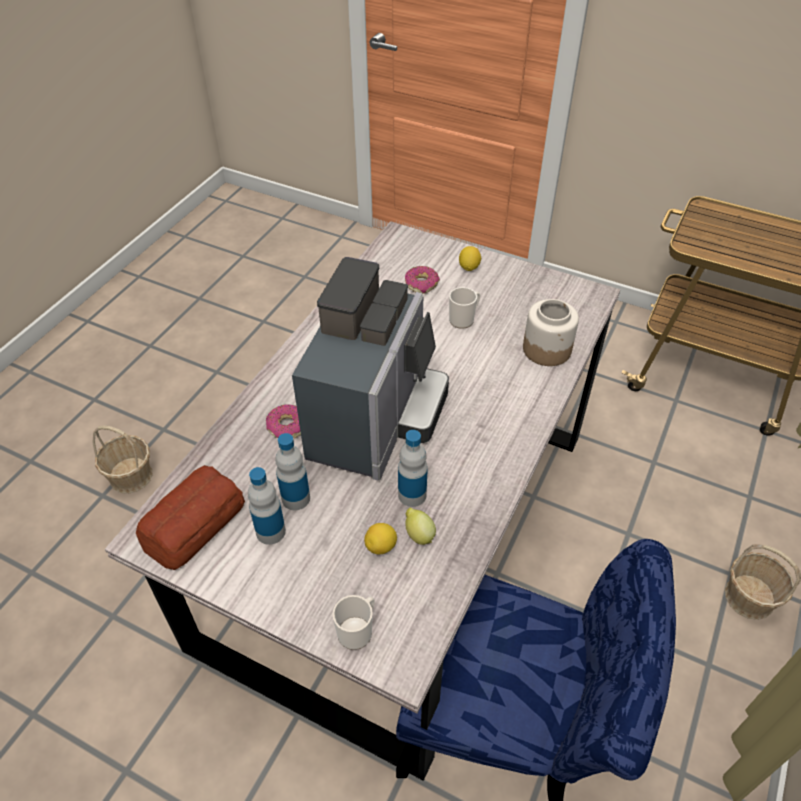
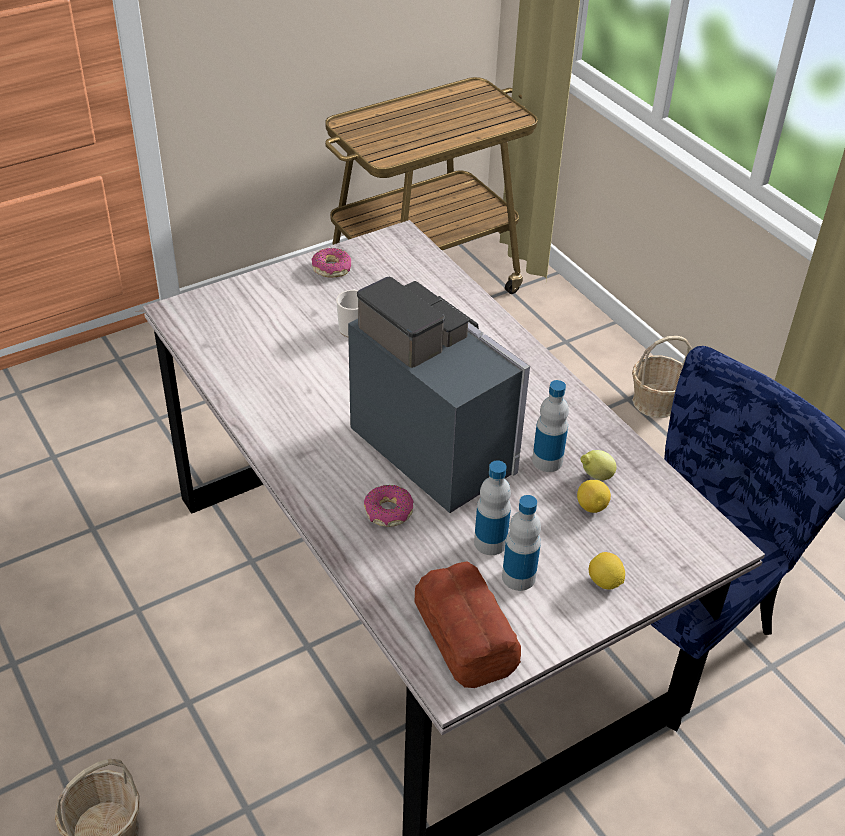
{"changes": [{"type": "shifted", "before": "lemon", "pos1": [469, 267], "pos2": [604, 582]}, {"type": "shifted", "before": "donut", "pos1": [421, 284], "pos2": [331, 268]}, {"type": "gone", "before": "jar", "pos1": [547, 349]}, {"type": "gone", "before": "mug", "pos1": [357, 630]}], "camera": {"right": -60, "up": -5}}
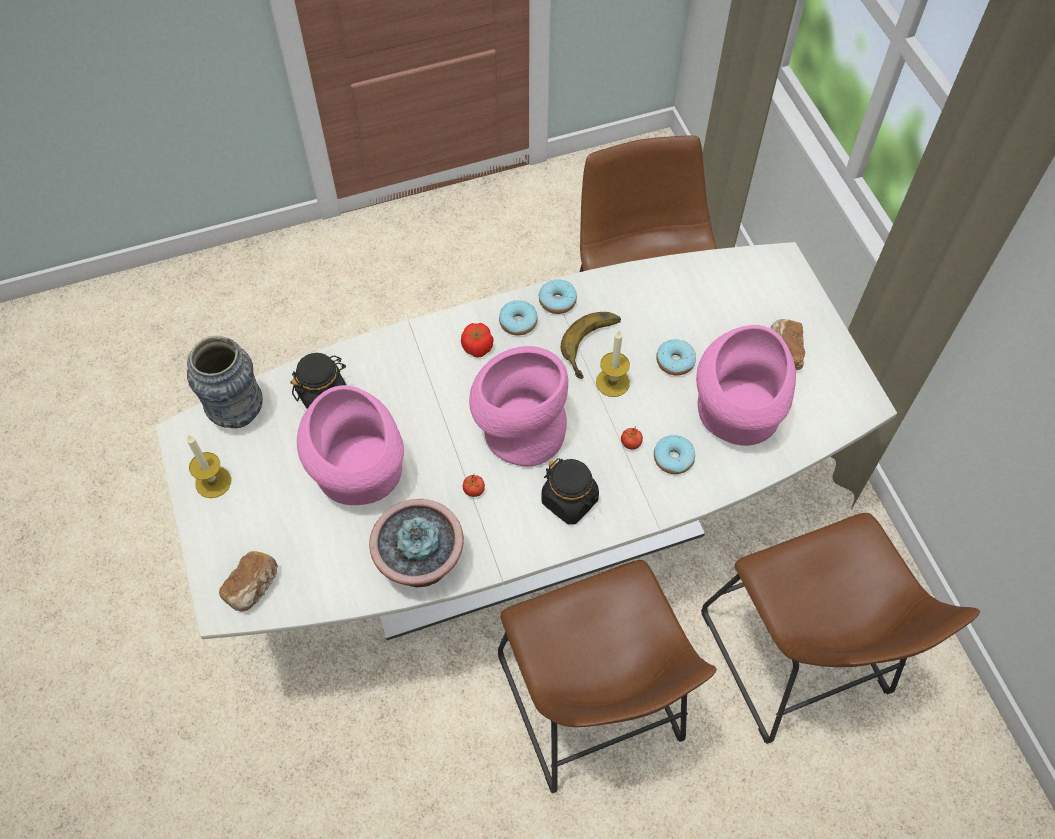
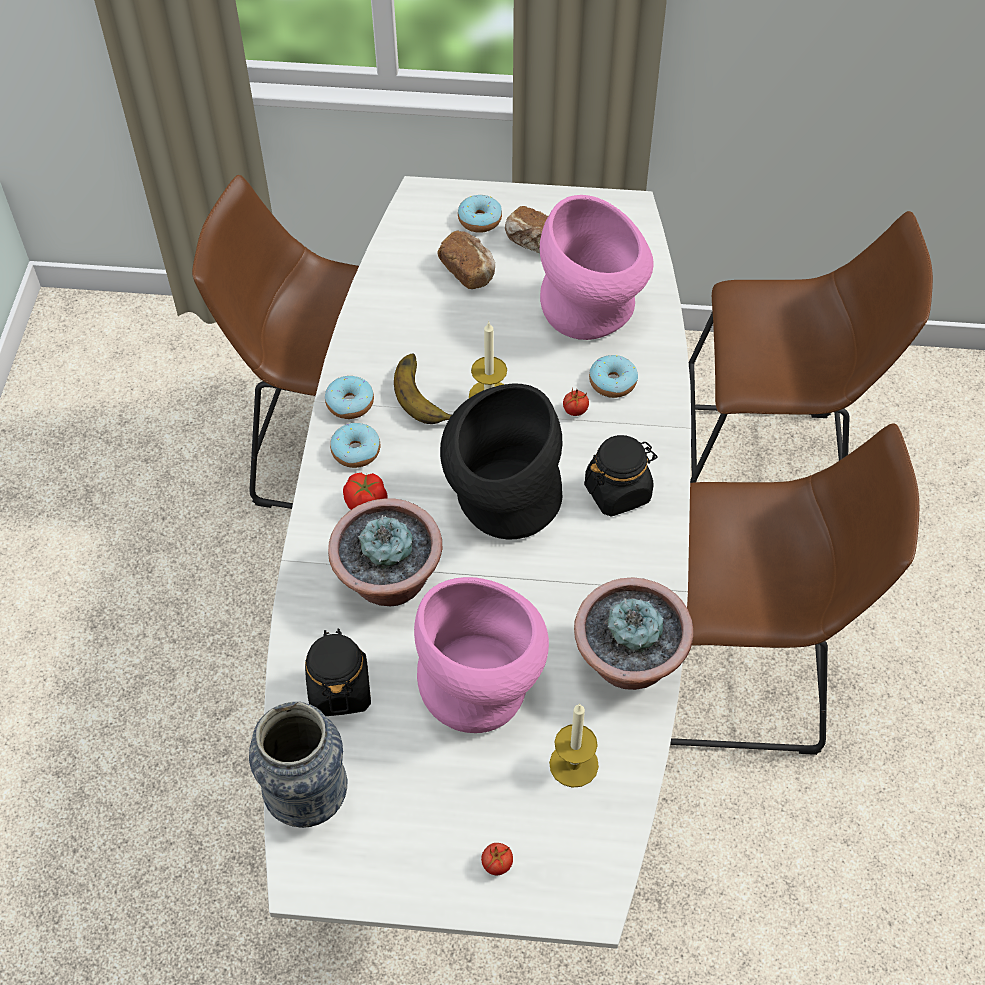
{"changes": [{"type": "shifted", "before": "donut", "pos1": [675, 361], "pos2": [480, 220]}, {"type": "repainted", "before": "pink vase", "after": "black vase", "pos1": [518, 429], "pos2": [502, 504]}, {"type": "shifted", "before": "candle", "pos1": [213, 482], "pos2": [573, 764]}, {"type": "shifted", "before": "tomato", "pos1": [474, 490], "pos2": [497, 864]}, {"type": "shifted", "before": "bread", "pos1": [254, 587], "pos2": [468, 270]}, {"type": "new", "after": "potted plant", "pos2": [389, 582]}], "camera": {"right": -65, "up": -5}}
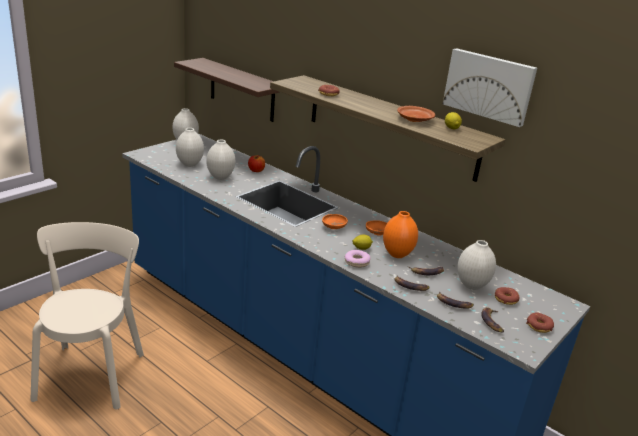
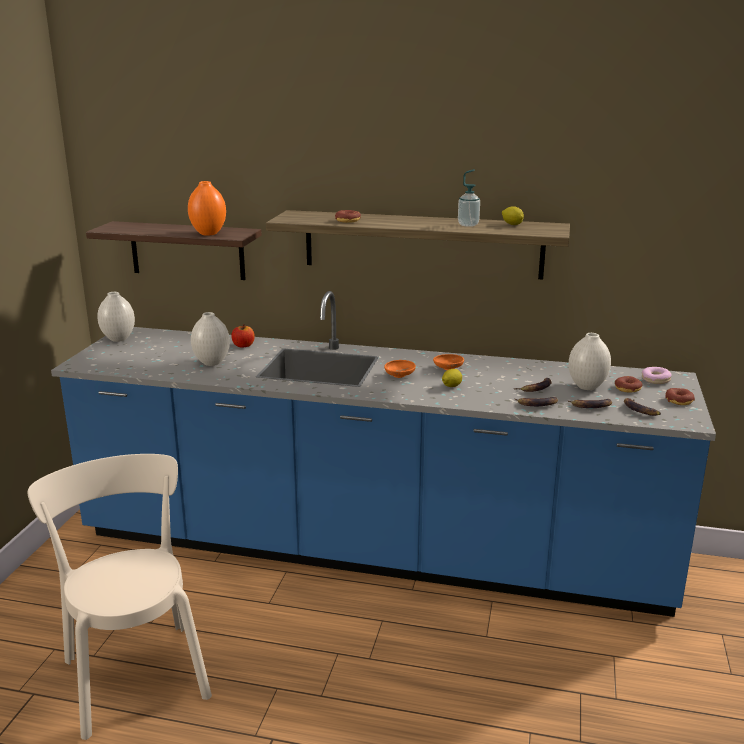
{"changes": [{"type": "gone", "before": "picture", "pos1": [489, 86]}, {"type": "swapped", "before": "brown plate", "after": "soap dispenser", "pos1": [414, 119], "pos2": [468, 225]}, {"type": "gone", "before": "white vase", "pos1": [190, 164]}, {"type": "shifted", "before": "orange vase", "pos1": [397, 254], "pos2": [208, 233]}, {"type": "shifted", "before": "donut", "pos1": [356, 262], "pos2": [655, 380]}], "camera": {"right": -25, "up": -5}}
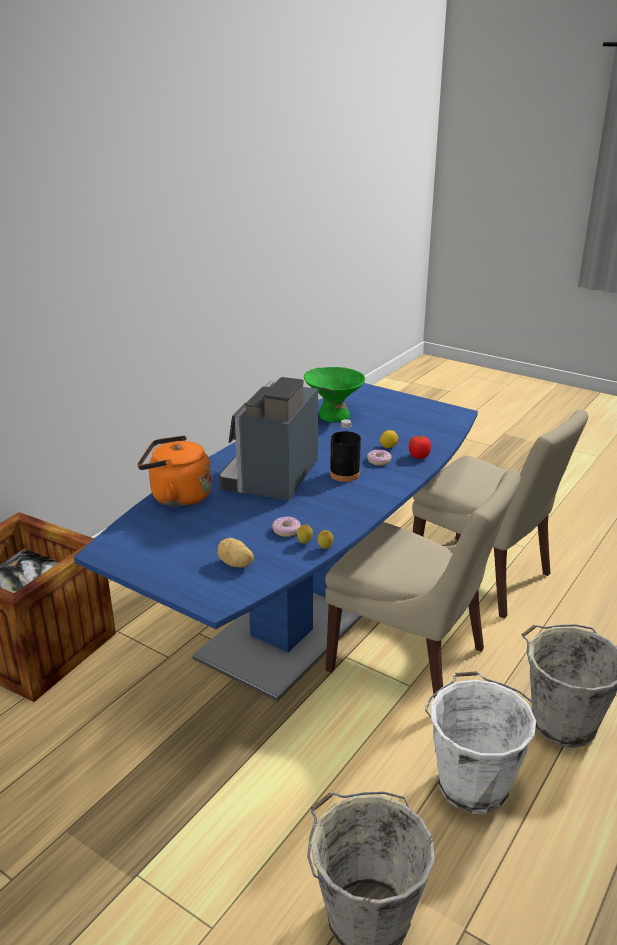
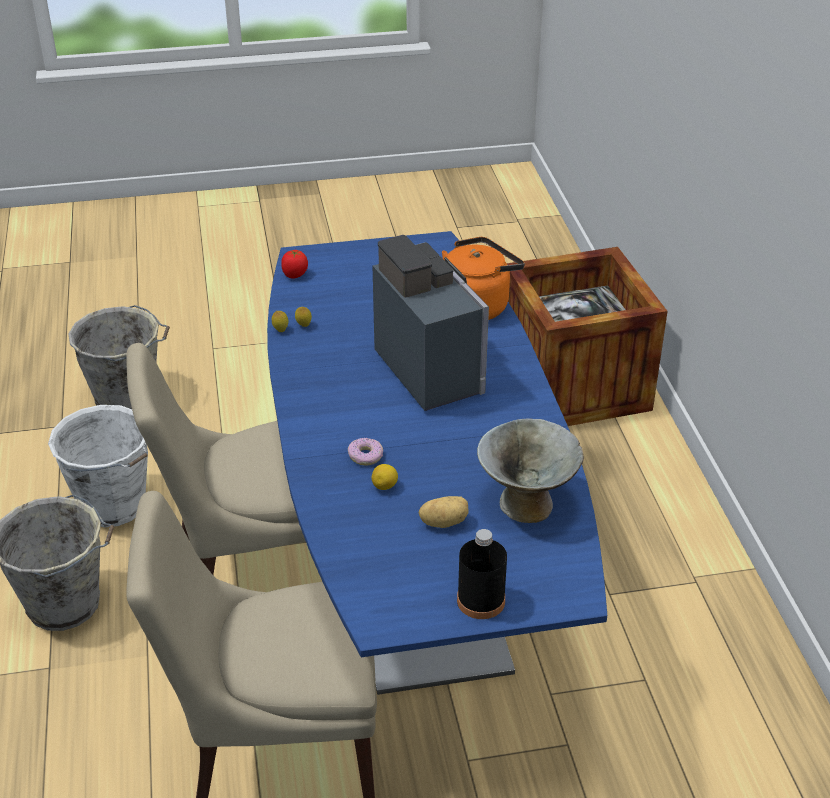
{"changes": [{"type": "repainted", "before": "green bowl", "after": "grey bowl", "pos1": [334, 415], "pos2": [526, 504]}, {"type": "shifted", "before": "black bottle", "pos1": [344, 474], "pos2": [481, 601]}, {"type": "shifted", "before": "tomato", "pos1": [419, 456], "pos2": [294, 275]}, {"type": "gone", "before": "donut", "pos1": [286, 530]}, {"type": "shifted", "before": "potato", "pos1": [235, 564], "pos2": [444, 522]}], "camera": {"right": 135, "up": 10}}
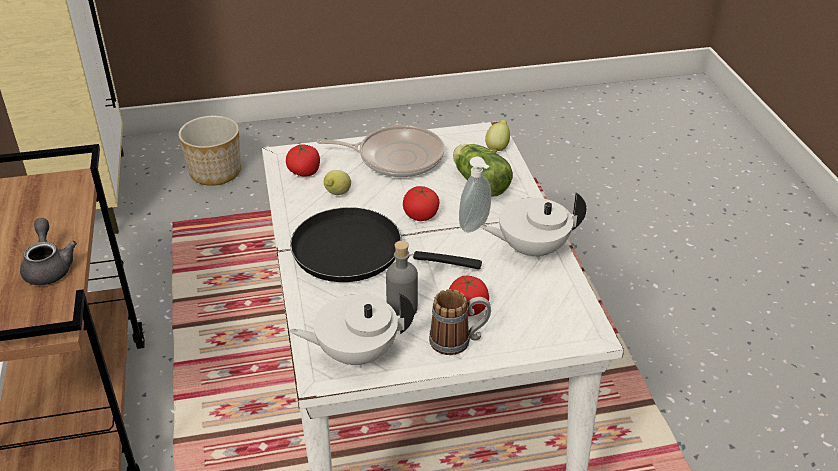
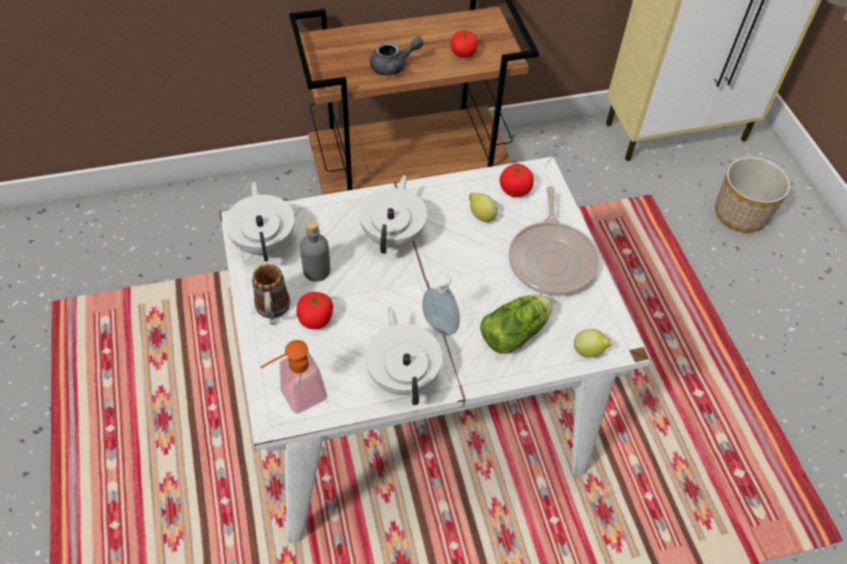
{"changes": [{"type": "shifted", "before": "tomato", "pos1": [420, 215], "pos2": [463, 53]}, {"type": "swapped", "before": "black frying pan", "after": "white teapot", "pos1": [356, 252], "pos2": [394, 235]}, {"type": "new", "after": "soap dispenser", "pos2": [296, 398]}], "camera": {"right": 85, "up": 15}}
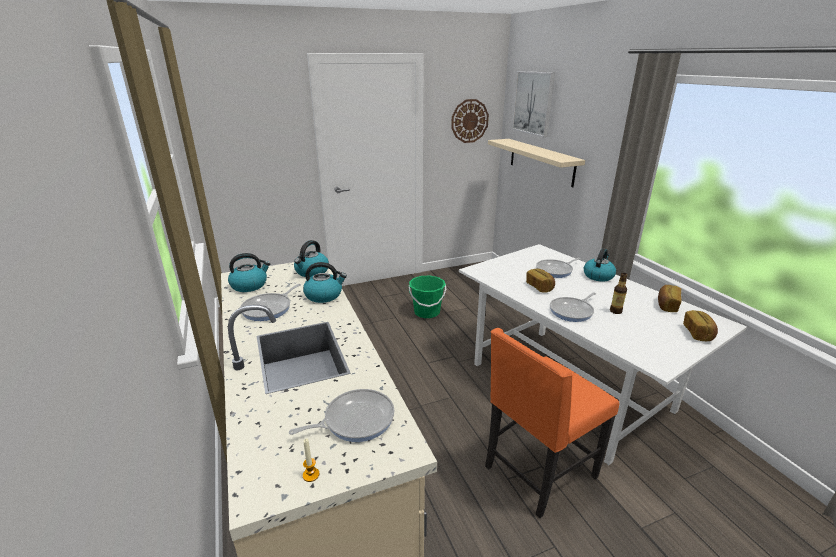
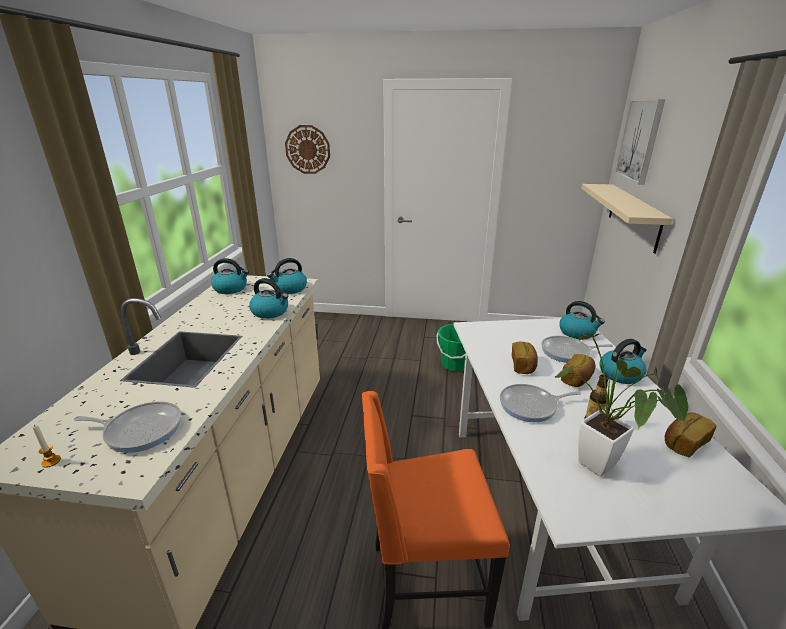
{"changes": [{"type": "shifted", "before": "wall clock", "pos1": [469, 121], "pos2": [307, 149]}, {"type": "gone", "before": "frying pan", "pos1": [269, 308]}, {"type": "shifted", "before": "bread", "pos1": [698, 333], "pos2": [577, 379]}, {"type": "new", "after": "kettle", "pos2": [577, 333]}, {"type": "new", "after": "potted plant", "pos2": [603, 470]}], "camera": {"right": 30, "up": 0}}
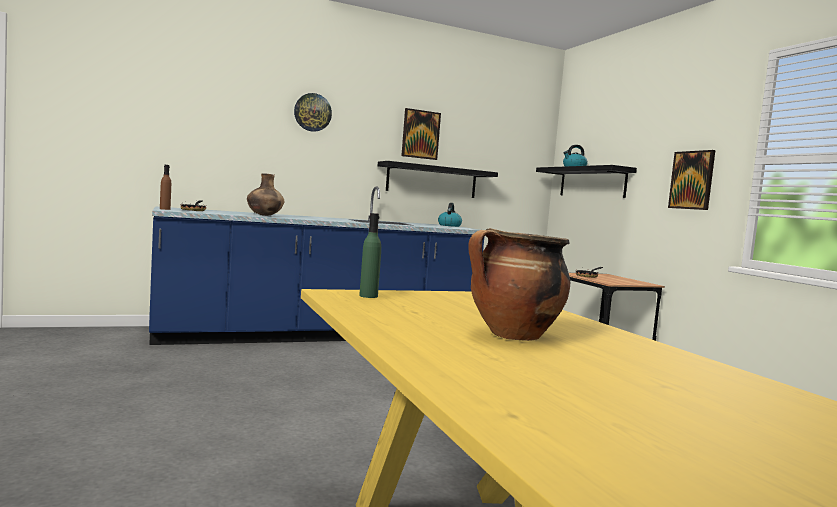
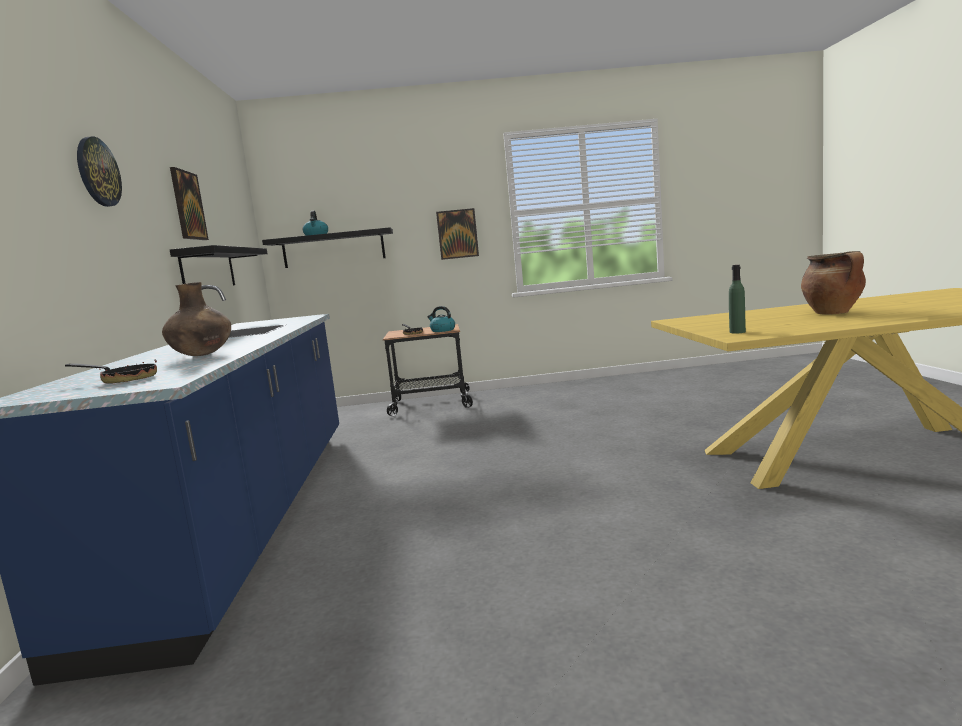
{"changes": [{"type": "gone", "before": "brown bottle", "pos1": [165, 209]}, {"type": "shifted", "before": "kettle", "pos1": [449, 225], "pos2": [442, 330]}], "camera": {"right": -70, "up": 5}}
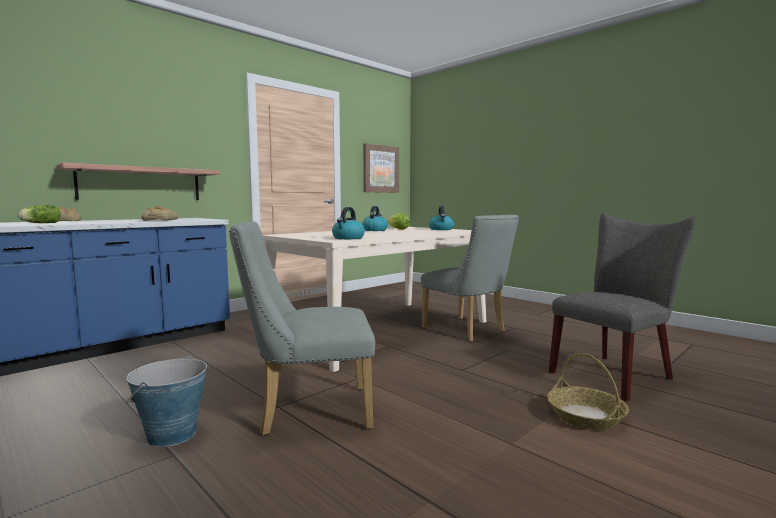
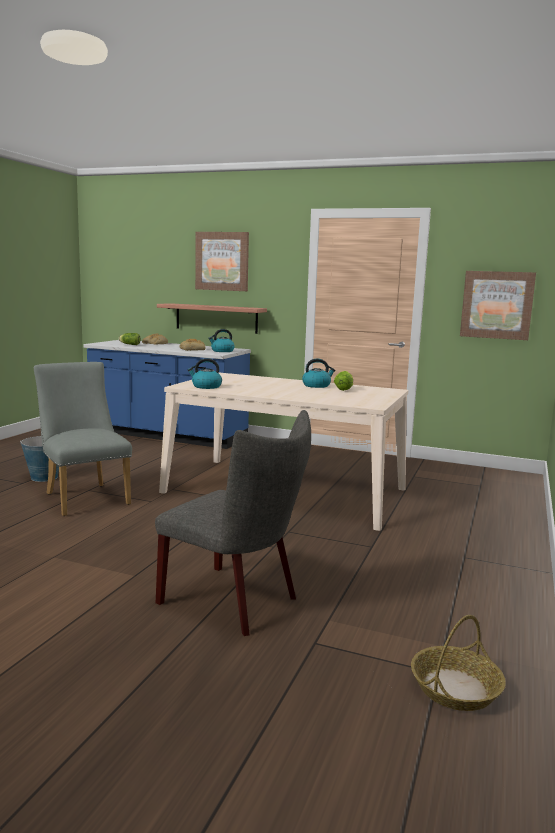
{"changes": [{"type": "shifted", "before": "kettle", "pos1": [441, 229], "pos2": [222, 351]}, {"type": "gone", "before": "grey chair", "pos1": [468, 331]}, {"type": "shifted", "before": "basket", "pos1": [586, 416], "pos2": [455, 689]}, {"type": "new", "after": "picture", "pos2": [222, 261]}], "camera": {"right": 65, "up": 5}}
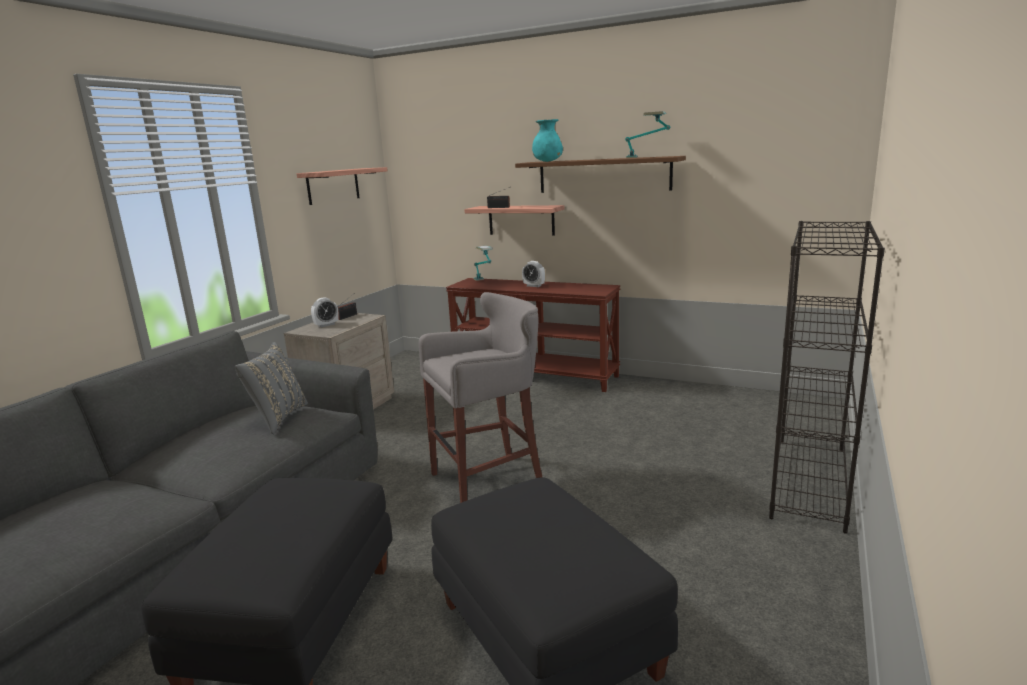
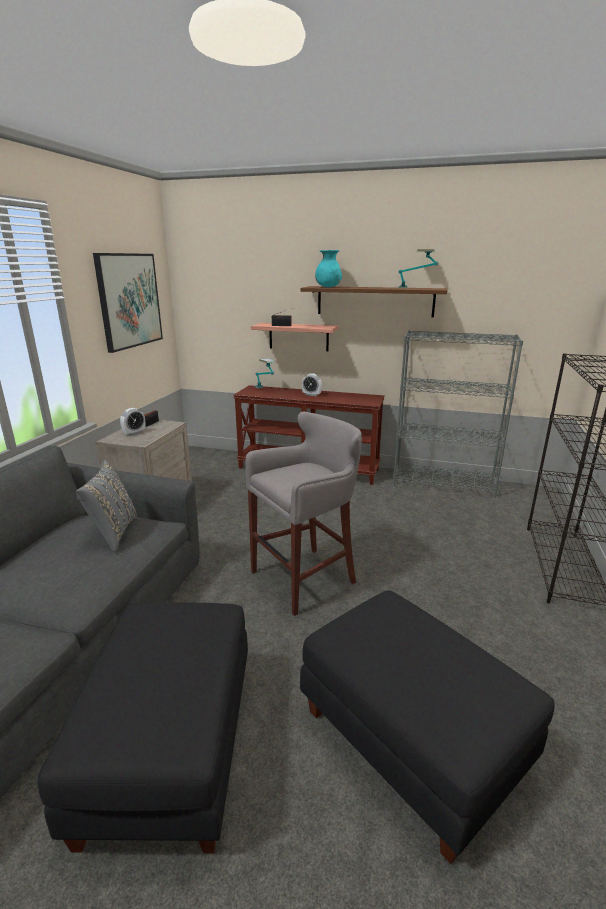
{"changes": [{"type": "swapped", "before": "shelf", "after": "picture", "pos1": [333, 186], "pos2": [129, 300]}, {"type": "new", "after": "grey bookcase", "pos2": [444, 483]}], "camera": {"right": -10, "up": 5}}
